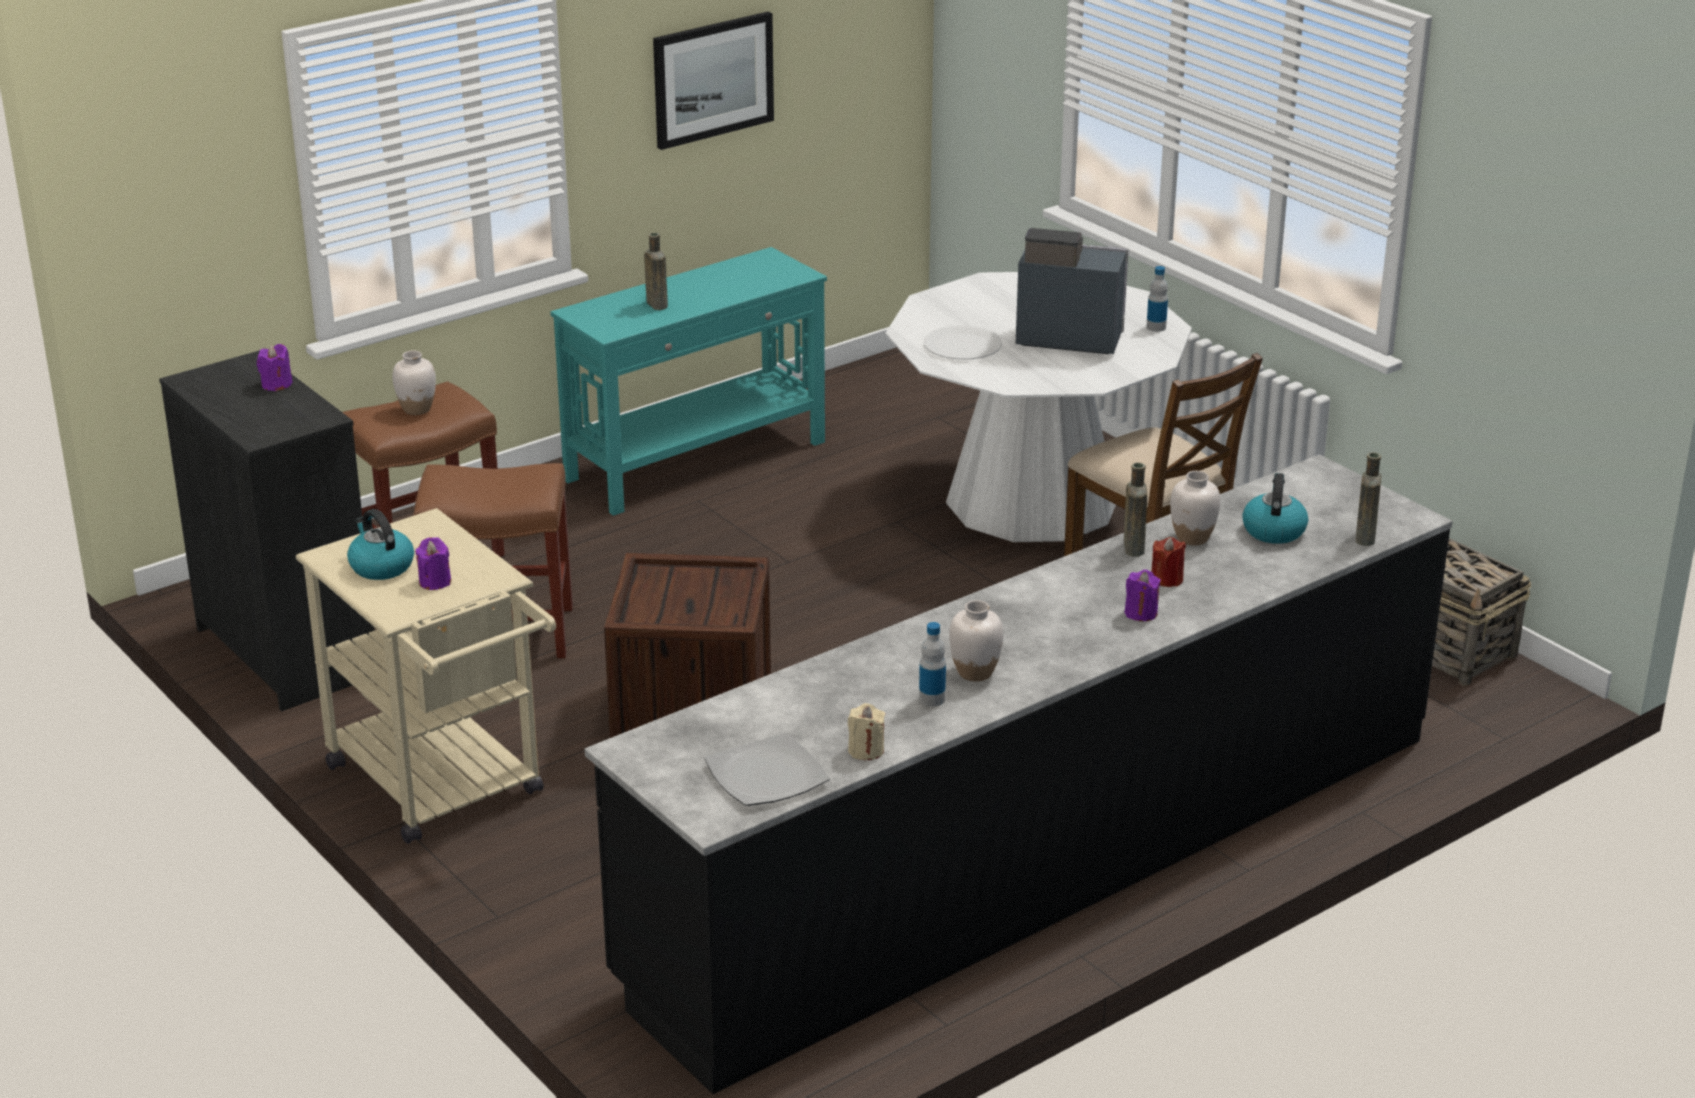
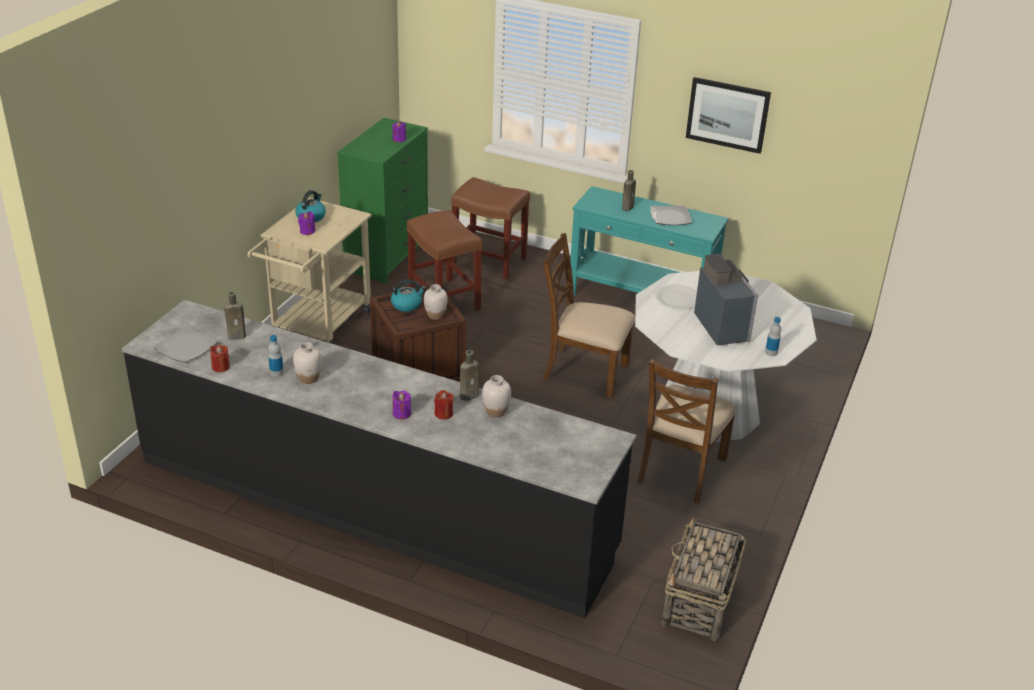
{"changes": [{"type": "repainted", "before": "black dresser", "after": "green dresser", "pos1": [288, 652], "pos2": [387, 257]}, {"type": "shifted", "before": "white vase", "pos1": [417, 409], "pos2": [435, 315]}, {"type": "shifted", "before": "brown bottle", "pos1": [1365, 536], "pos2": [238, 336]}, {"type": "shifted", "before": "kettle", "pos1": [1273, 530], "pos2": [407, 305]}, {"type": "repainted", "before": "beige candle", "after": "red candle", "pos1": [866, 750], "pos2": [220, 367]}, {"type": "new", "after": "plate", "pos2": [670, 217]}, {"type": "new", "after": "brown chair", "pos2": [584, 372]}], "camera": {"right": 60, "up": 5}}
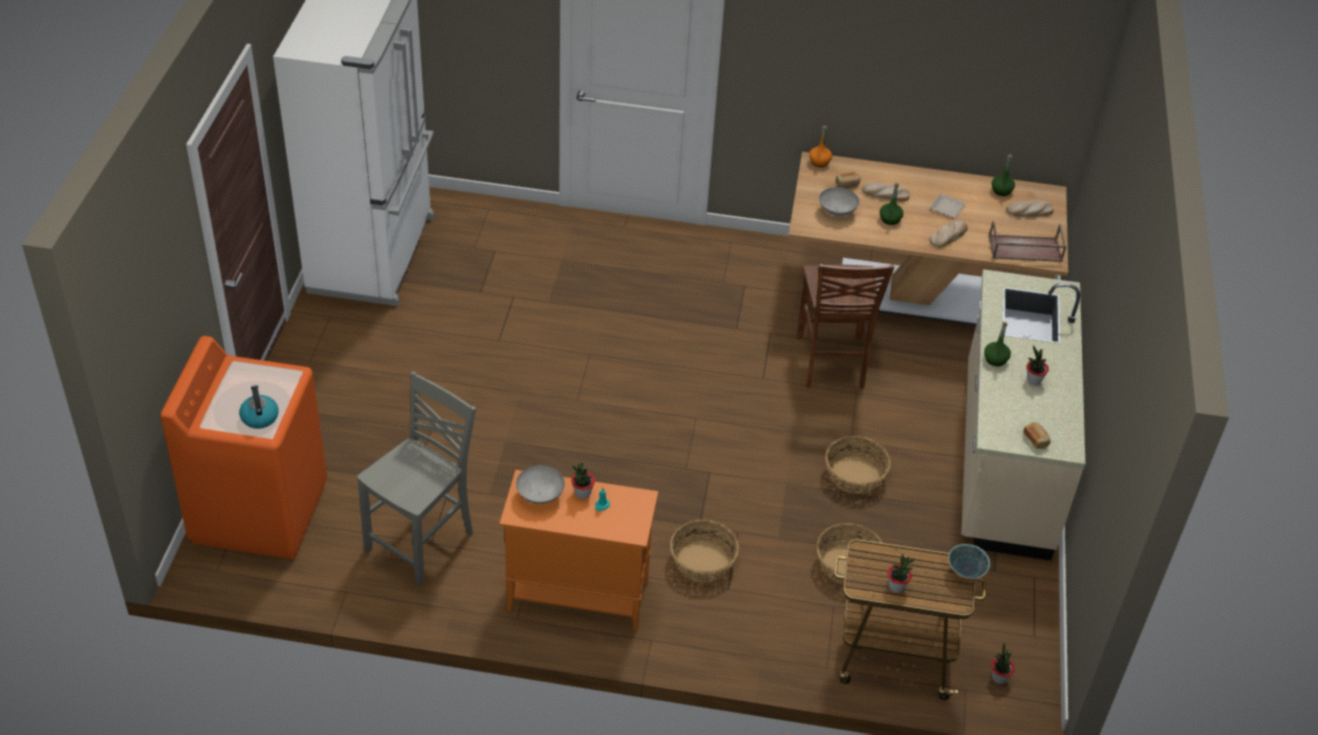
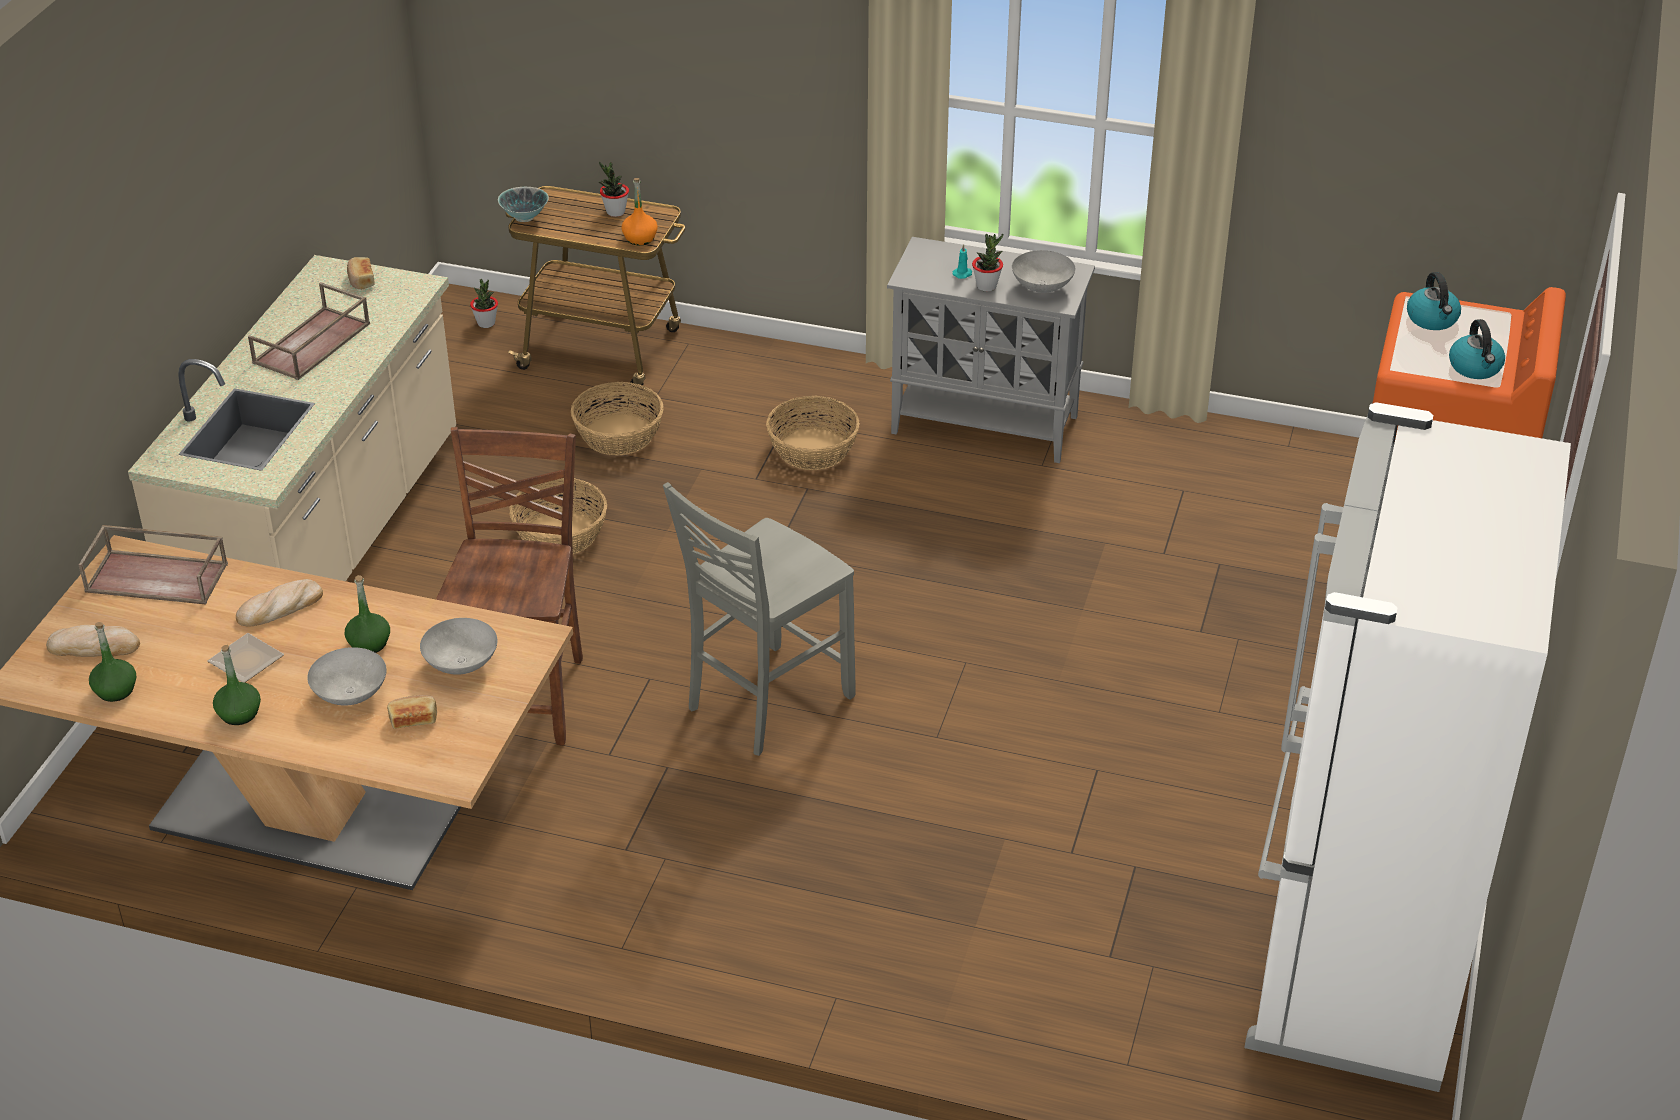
{"changes": [{"type": "shifted", "before": "orange bottle", "pos1": [819, 162], "pos2": [640, 238]}, {"type": "swapped", "before": "bread", "after": "grey bowl", "pos1": [885, 194], "pos2": [349, 695]}, {"type": "shifted", "before": "green bottle", "pos1": [995, 359], "pos2": [239, 714]}, {"type": "swapped", "before": "potted plant", "after": "brown tray", "pos1": [1033, 380], "pos2": [312, 344]}, {"type": "shifted", "before": "grey chair", "pos1": [423, 542], "pos2": [765, 702]}, {"type": "repainted", "before": "orange cabinet", "after": "grey cabinet", "pos1": [576, 595], "pos2": [986, 425]}, {"type": "new", "after": "kettle", "pos2": [1475, 368]}], "camera": {"right": -170, "up": -5}}
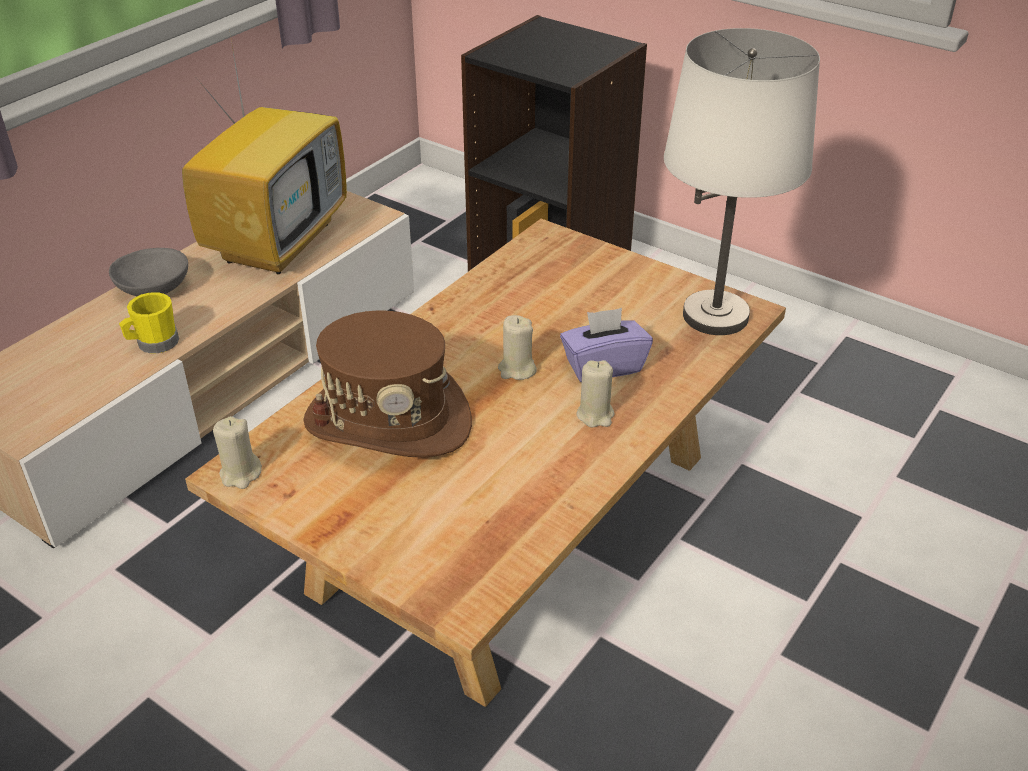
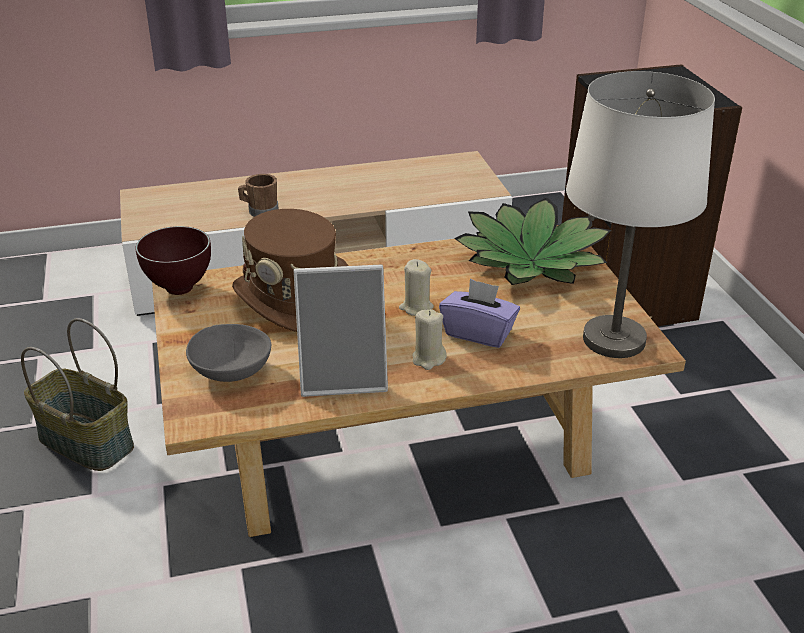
{"changes": [{"type": "gone", "before": "television", "pos1": [277, 241]}, {"type": "shifted", "before": "grey bowl", "pos1": [154, 290], "pos2": [230, 371]}, {"type": "repainted", "before": "yellow mug", "after": "brown mug", "pos1": [153, 344], "pos2": [260, 211]}, {"type": "swapped", "before": "beige candle", "after": "brown bowl", "pos1": [240, 474], "pos2": [180, 288]}, {"type": "new", "after": "potted plant", "pos2": [532, 260]}, {"type": "new", "after": "picture frame", "pos2": [344, 376]}, {"type": "new", "after": "basket", "pos2": [84, 443]}], "camera": {"right": 40, "up": -5}}
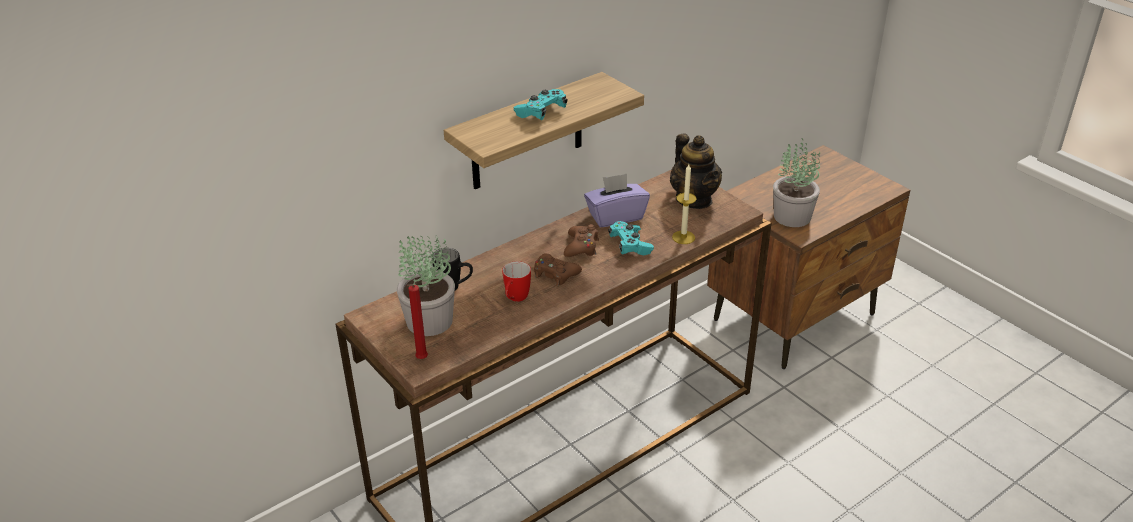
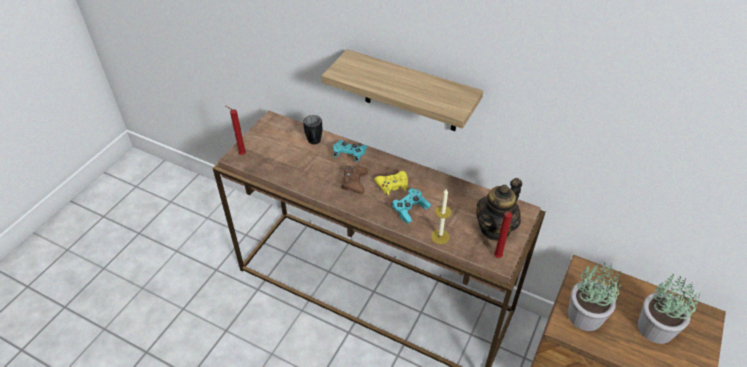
{"changes": [{"type": "shifted", "before": "turquoise game controller", "pos1": [541, 112], "pos2": [349, 154]}, {"type": "gone", "before": "purple tissue box", "pos1": [615, 216]}, {"type": "repainted", "before": "brown game controller", "after": "yellow game controller", "pos1": [581, 247], "pos2": [392, 185]}, {"type": "shifted", "before": "potted plant", "pos1": [430, 321], "pos2": [655, 328]}, {"type": "gone", "before": "mug", "pos1": [515, 299]}, {"type": "new", "after": "red candle", "pos2": [496, 257]}], "camera": {"right": 65, "up": 10}}
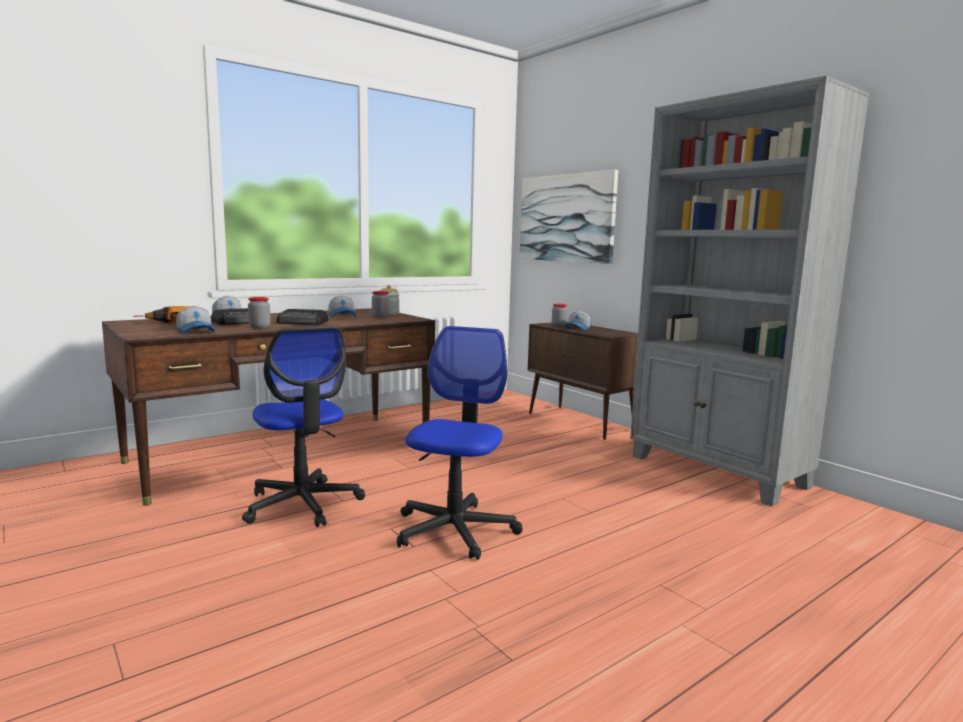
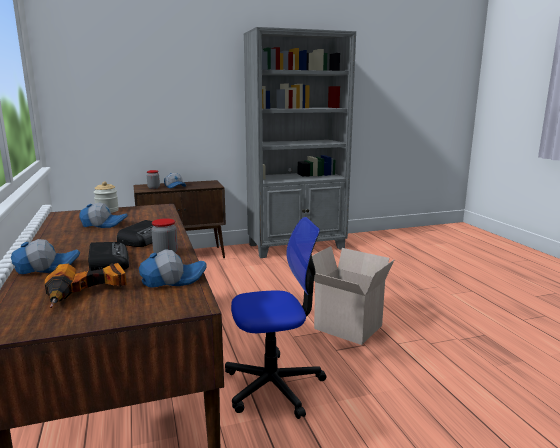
{"changes": [{"type": "gone", "before": "picture", "pos1": [566, 218]}, {"type": "gone", "before": "jar", "pos1": [380, 317]}, {"type": "swapped", "before": "office chair", "after": "cardboard box", "pos1": [455, 530], "pos2": [346, 328]}], "camera": {"right": -70, "up": 5}}
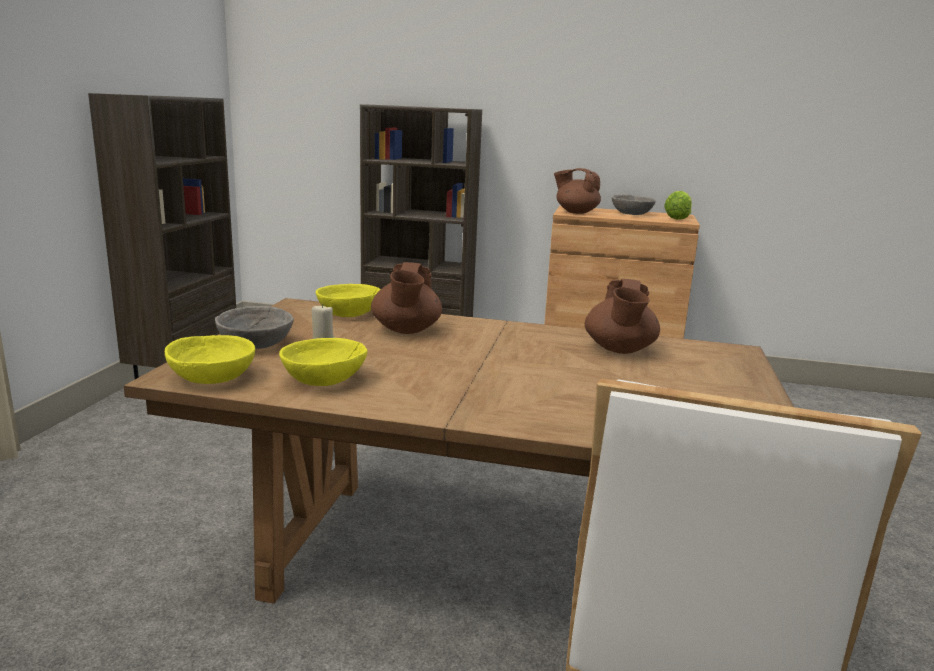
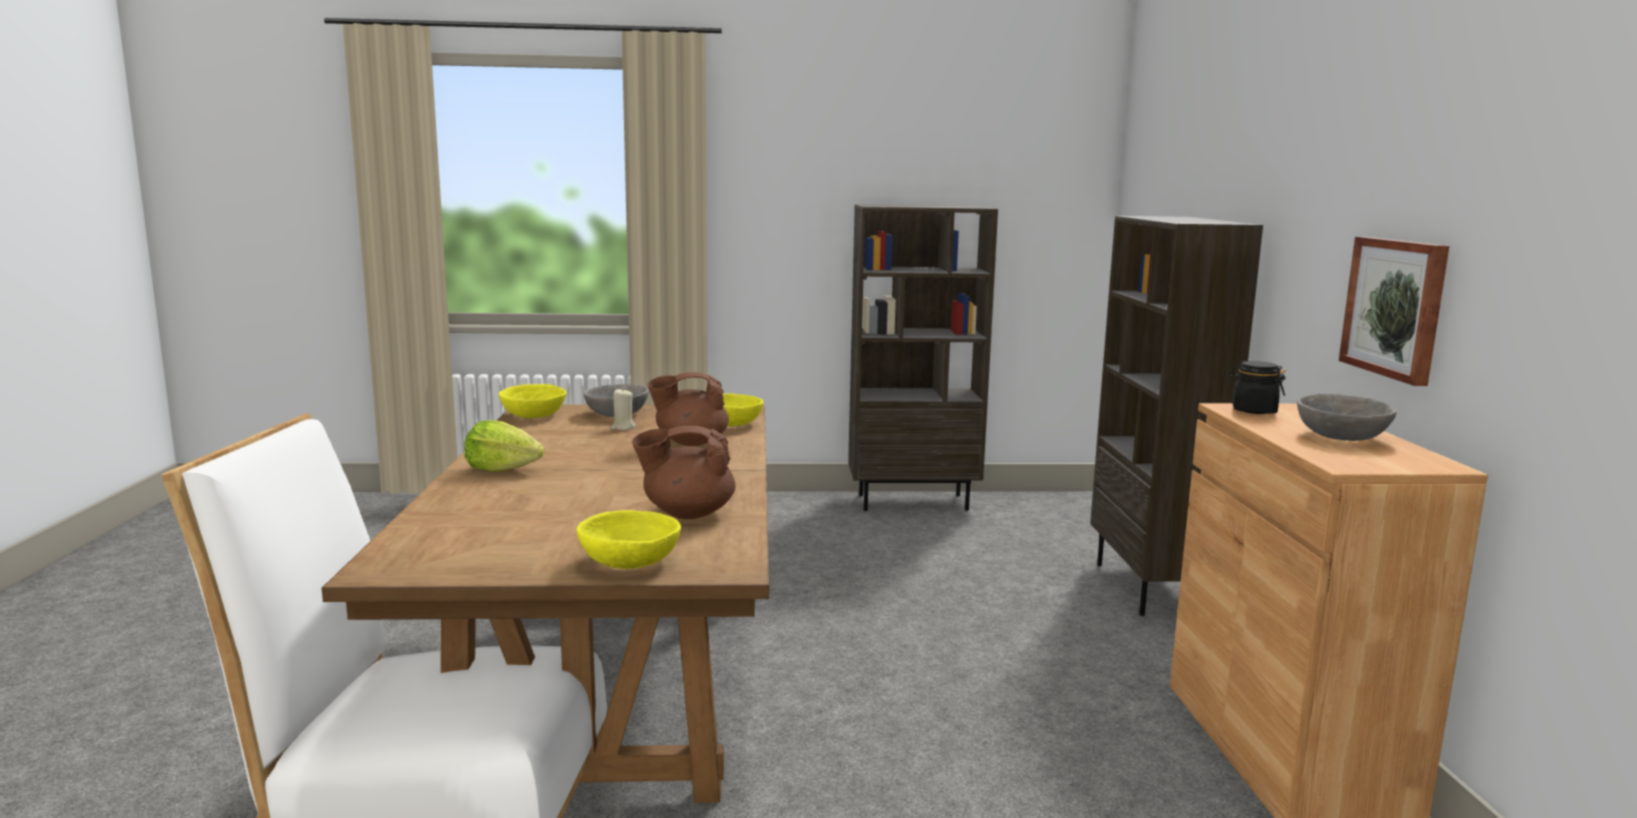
{"changes": [{"type": "swapped", "before": "brown teapot", "after": "black jar", "pos1": [576, 212], "pos2": [1253, 411]}, {"type": "shifted", "before": "lettuce", "pos1": [677, 218], "pos2": [502, 469]}, {"type": "shifted", "before": "yellow bowl", "pos1": [324, 379], "pos2": [628, 561]}, {"type": "new", "after": "picture", "pos2": [1396, 307]}], "camera": {"right": 75, "up": -5}}
